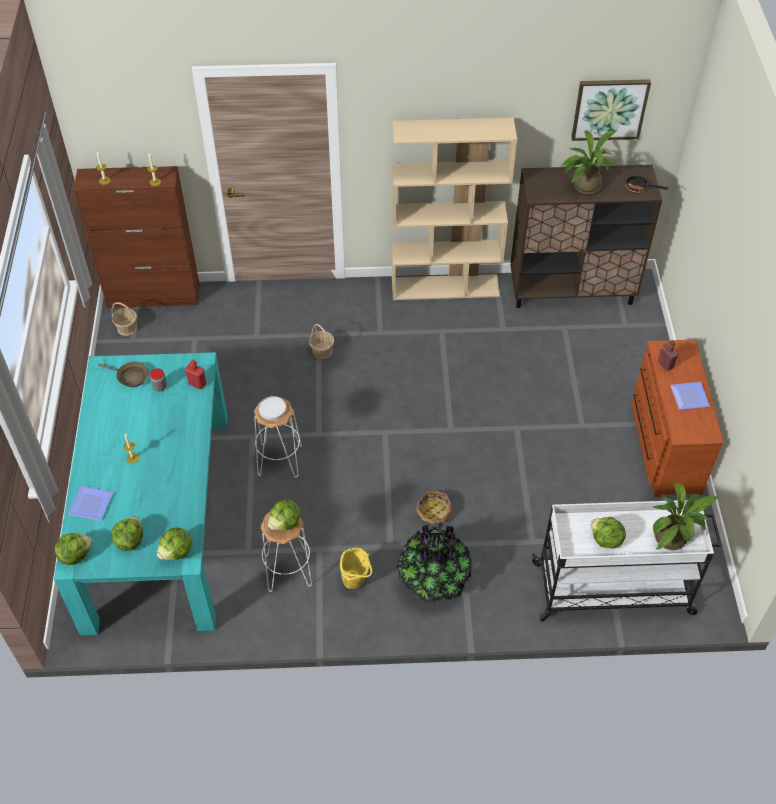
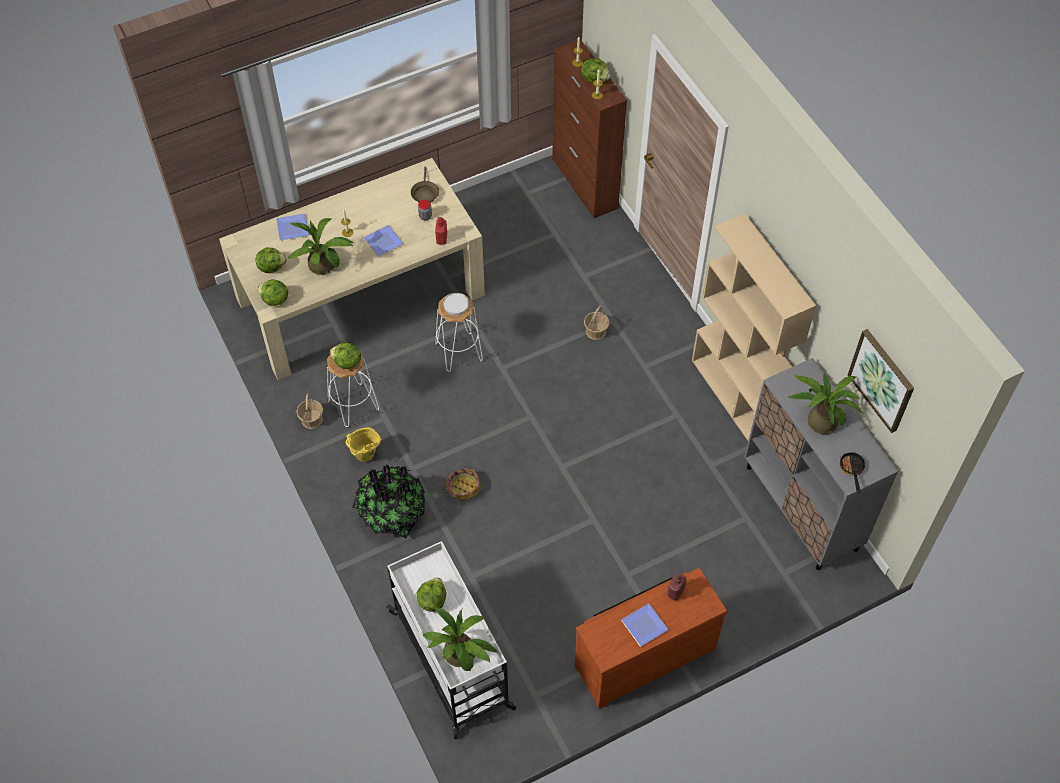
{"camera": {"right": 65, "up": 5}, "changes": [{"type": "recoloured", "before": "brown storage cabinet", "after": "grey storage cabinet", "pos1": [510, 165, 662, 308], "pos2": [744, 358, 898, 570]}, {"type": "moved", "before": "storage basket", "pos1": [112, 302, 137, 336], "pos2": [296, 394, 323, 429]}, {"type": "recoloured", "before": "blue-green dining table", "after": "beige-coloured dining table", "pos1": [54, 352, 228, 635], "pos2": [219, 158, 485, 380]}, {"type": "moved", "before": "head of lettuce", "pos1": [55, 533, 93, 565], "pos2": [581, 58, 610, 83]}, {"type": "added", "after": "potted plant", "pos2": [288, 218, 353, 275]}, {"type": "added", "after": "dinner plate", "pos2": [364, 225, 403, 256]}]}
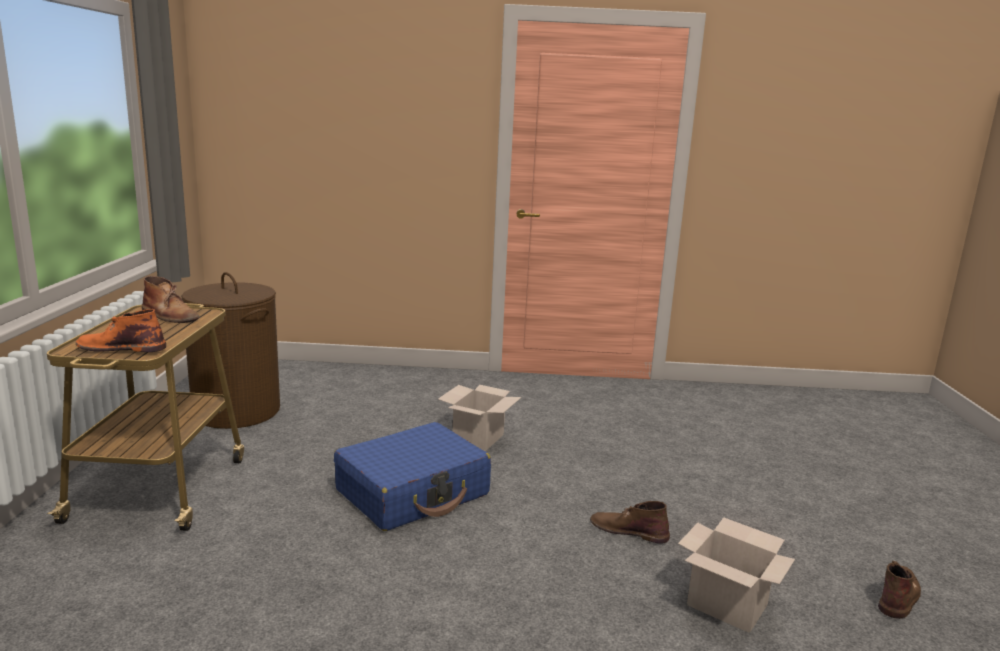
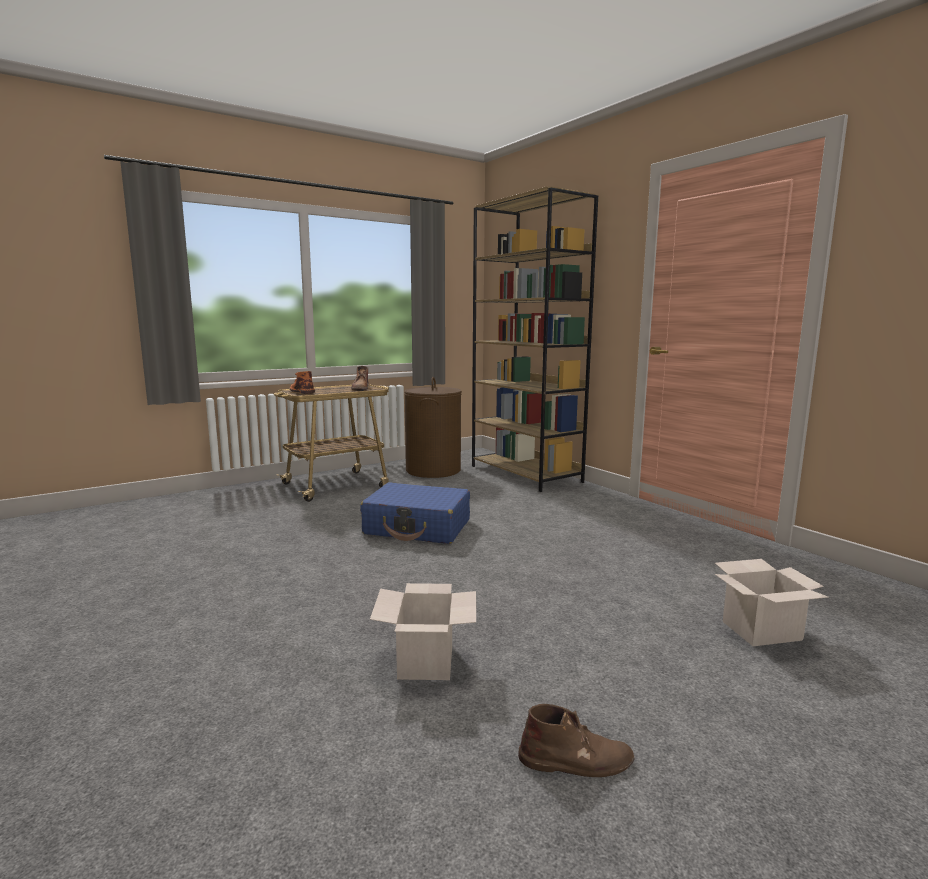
{"camera": {"right": 55, "up": -5}, "changes": [{"type": "moved", "before": "packing box", "pos1": [438, 385, 521, 451], "pos2": [715, 559, 828, 646]}, {"type": "removed", "before": "brown tall boot", "pos1": [590, 501, 670, 544]}, {"type": "added", "after": "brown bookcase", "pos2": [472, 186, 598, 492]}]}
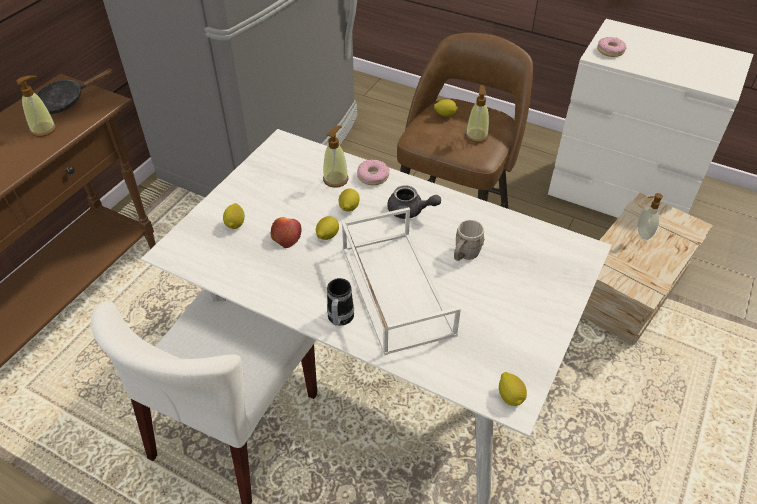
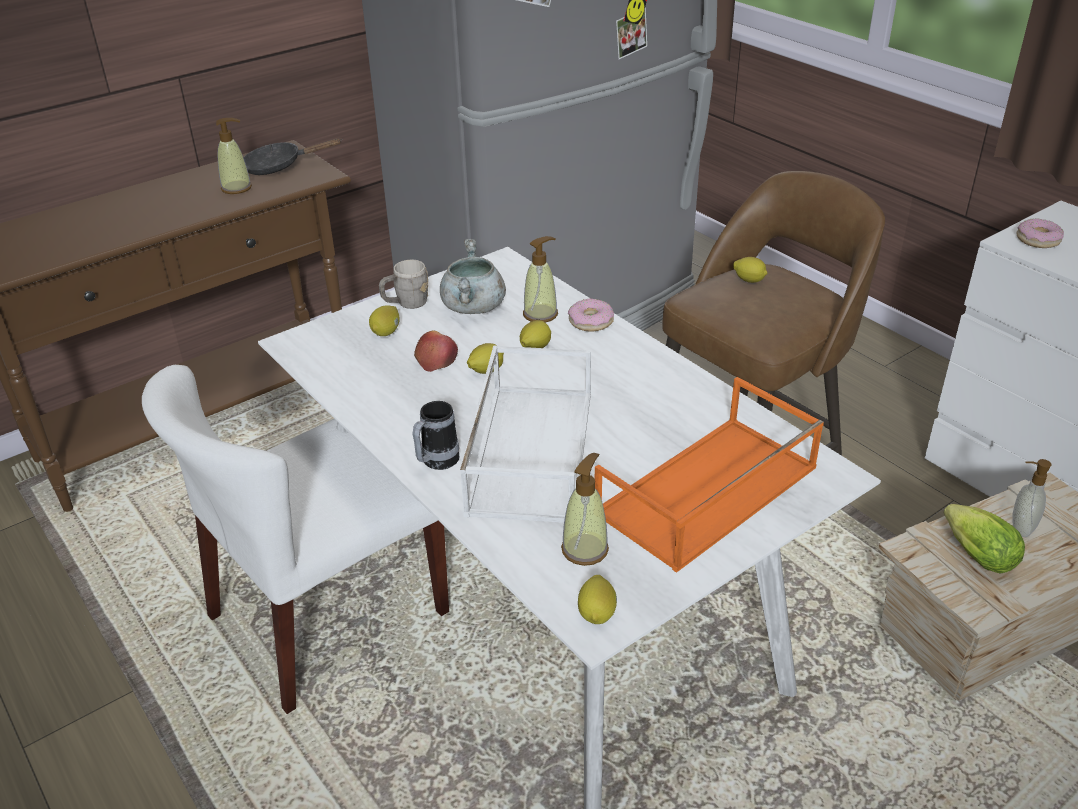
{"camera": {"right": 25, "up": -10}, "changes": [{"type": "moved", "before": "soap dispenser", "pos1": [465, 85, 489, 143], "pos2": [561, 453, 609, 566]}, {"type": "removed", "before": "grey teapot", "pos1": [387, 185, 441, 219]}, {"type": "moved", "before": "grey mug", "pos1": [454, 220, 485, 261], "pos2": [379, 260, 428, 309]}, {"type": "added", "after": "grey saucepot", "pos2": [440, 239, 506, 314]}, {"type": "added", "after": "orange-coloured serving tray", "pos2": [595, 377, 824, 573]}, {"type": "added", "after": "head of lettuce", "pos2": [944, 504, 1025, 574]}]}
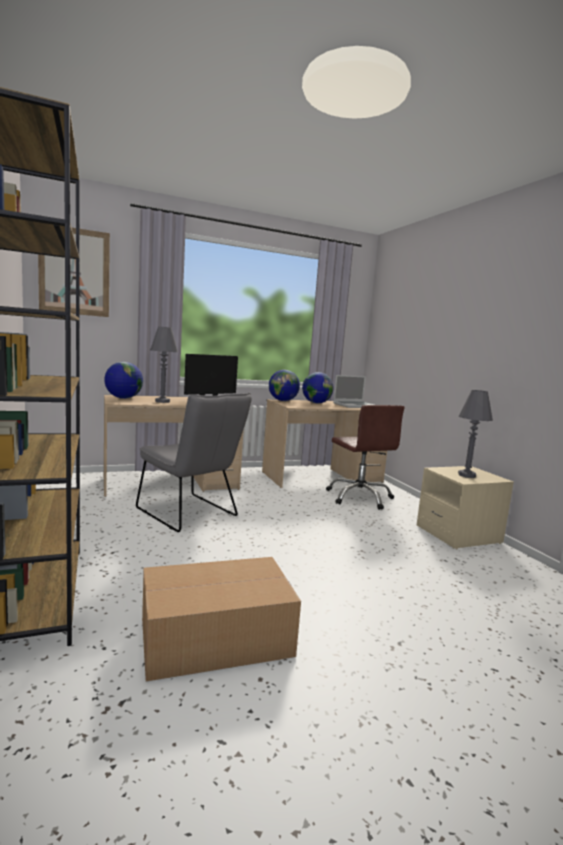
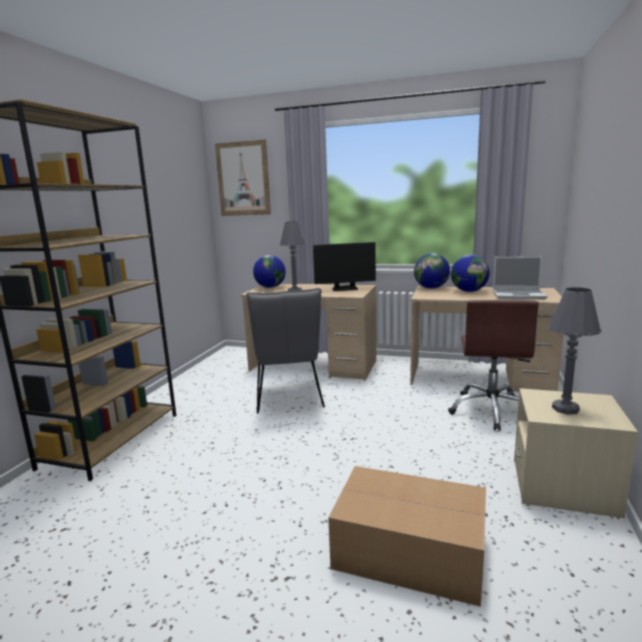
{"camera": {"right": 40, "up": 5}, "changes": [{"type": "moved", "before": "packing box", "pos1": [142, 557, 301, 682], "pos2": [328, 466, 486, 607]}]}
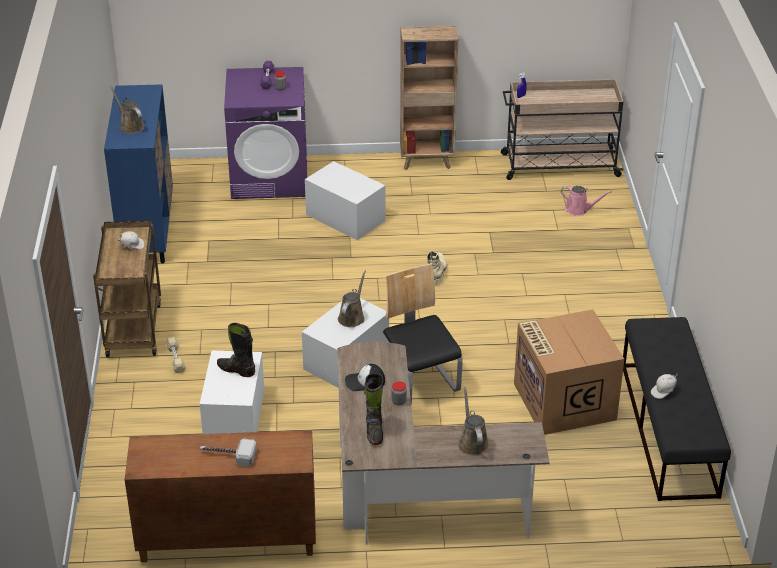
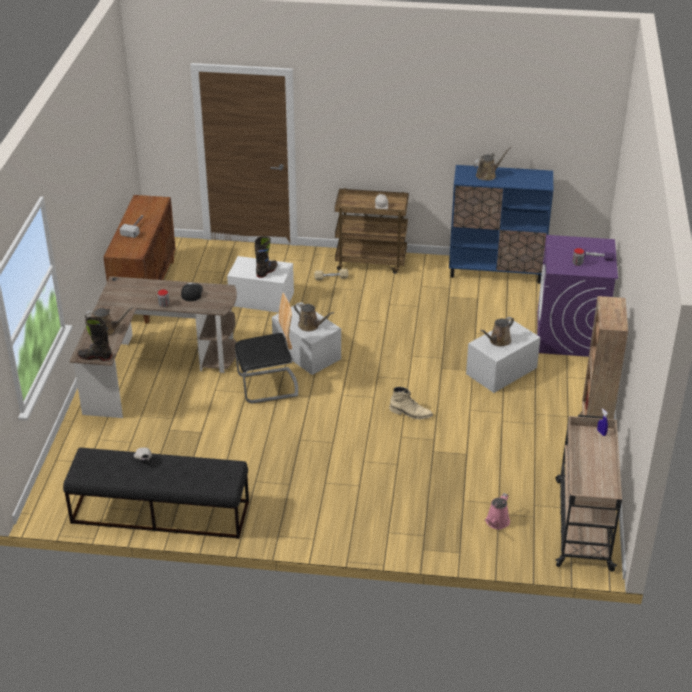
{"camera": {"right": 100, "up": 0}, "changes": [{"type": "removed", "before": "packing box", "pos1": [514, 309, 624, 435]}, {"type": "moved", "before": "blackish tall boot", "pos1": [364, 374, 383, 445], "pos2": [77, 317, 112, 361]}, {"type": "added", "after": "brown watering can", "pos2": [480, 317, 514, 347]}]}
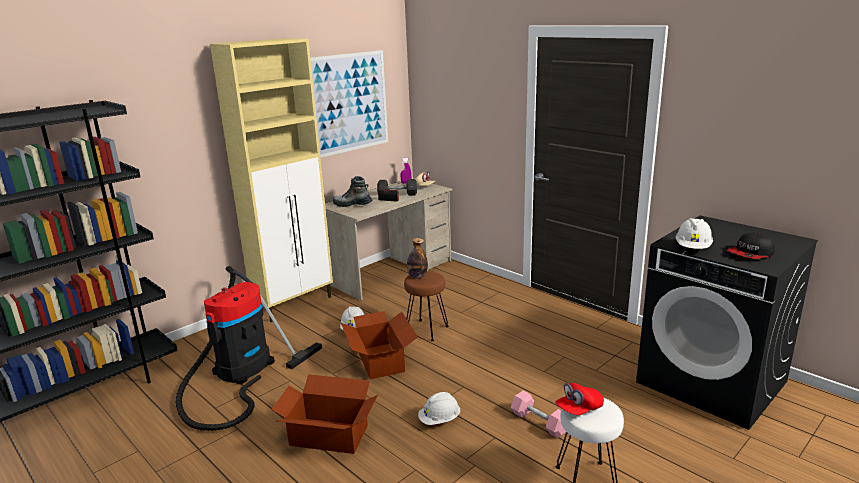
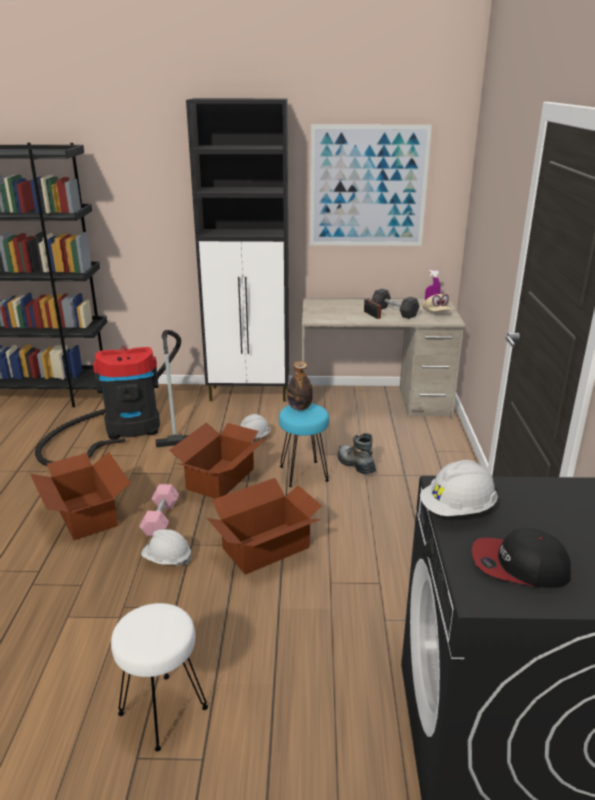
{"camera": {"right": 45, "up": 5}, "changes": [{"type": "recoloured", "before": "beige-coloured storage cabinet", "after": "blackish storage cabinet", "pos1": [210, 38, 333, 322], "pos2": [186, 98, 289, 402]}, {"type": "moved", "before": "tall boot", "pos1": [332, 176, 372, 207], "pos2": [338, 433, 376, 474]}, {"type": "recoloured", "before": "brown sitting stool", "after": "blue-green sitting stool", "pos1": [404, 271, 448, 341], "pos2": [279, 403, 329, 487]}, {"type": "removed", "before": "red-coloured cap", "pos1": [556, 383, 604, 415]}, {"type": "moved", "before": "pink-coloured dumbbell", "pos1": [511, 391, 566, 438], "pos2": [139, 484, 179, 537]}, {"type": "added", "after": "packing box", "pos2": [207, 478, 322, 575]}]}
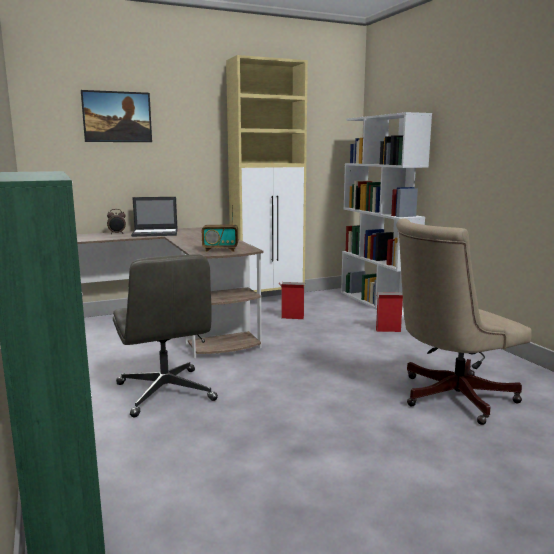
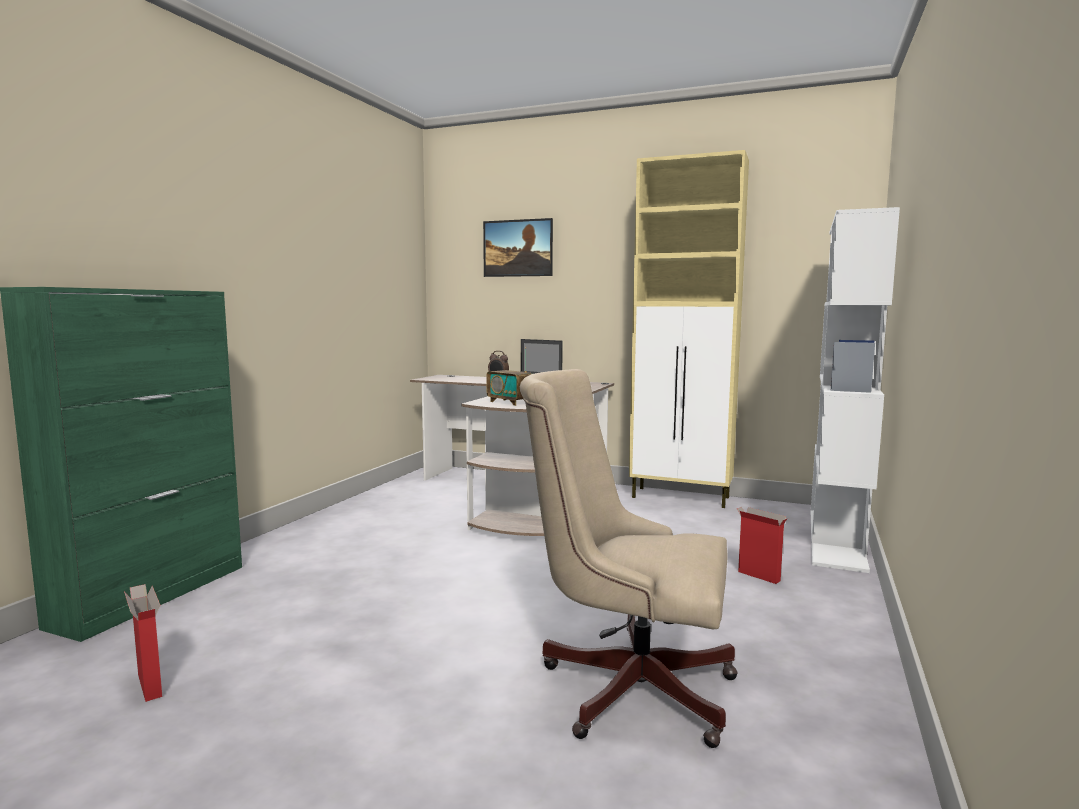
{"camera": {"right": 45, "up": -5}, "changes": [{"type": "removed", "before": "grey computer chair", "pos1": [113, 254, 218, 417]}, {"type": "moved", "before": "packing box", "pos1": [279, 282, 306, 319], "pos2": [124, 584, 162, 702]}]}
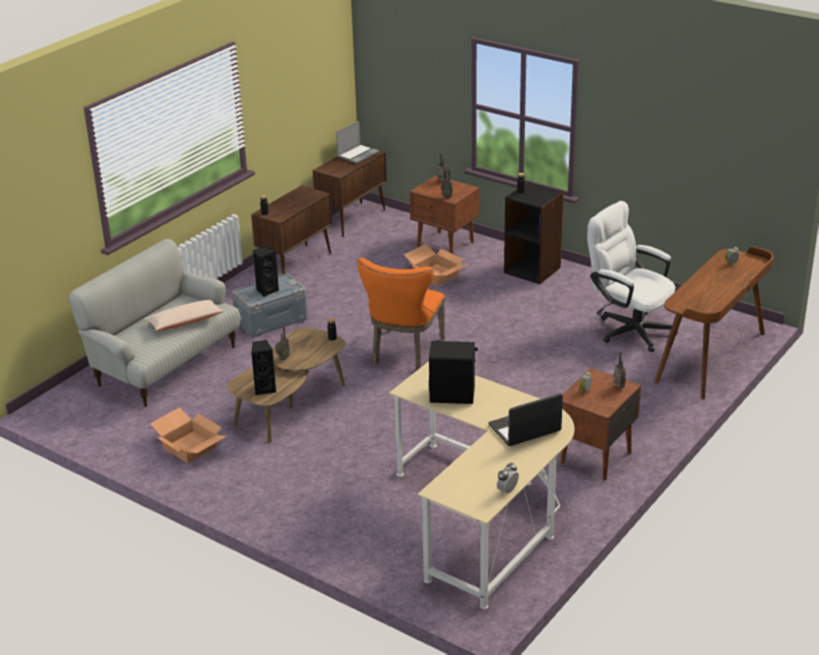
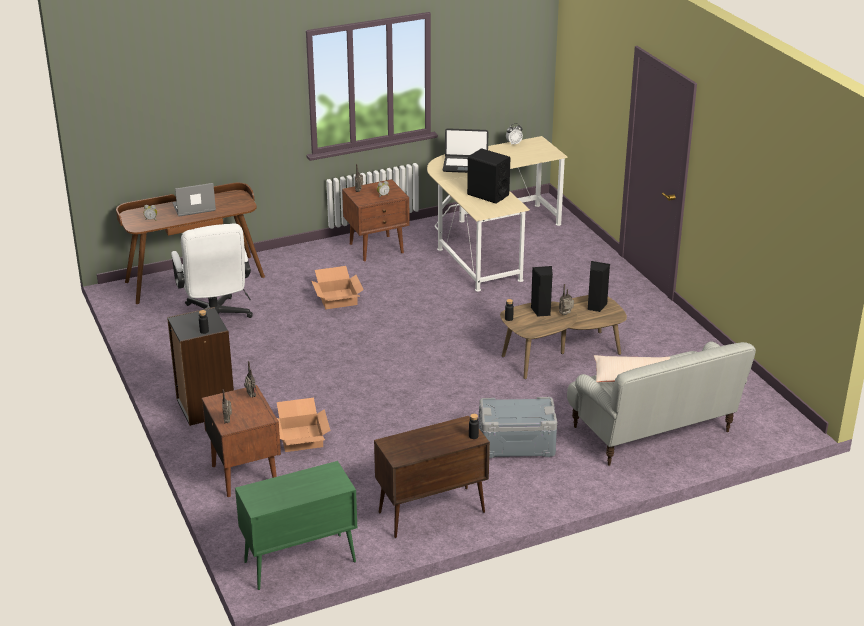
{"camera": {"right": -150, "up": 0}, "changes": [{"type": "moved", "before": "portable computer", "pos1": [336, 121, 379, 164], "pos2": [172, 183, 216, 216]}, {"type": "recoloured", "before": "brown storage cabinet", "after": "green storage cabinet", "pos1": [313, 150, 387, 237], "pos2": [235, 461, 357, 590]}, {"type": "moved", "before": "blackish speaker", "pos1": [253, 247, 279, 297], "pos2": [531, 266, 553, 317]}, {"type": "removed", "before": "orange-coloured chair", "pos1": [357, 258, 445, 370]}, {"type": "moved", "before": "packing box", "pos1": [150, 407, 227, 463], "pos2": [312, 266, 364, 309]}]}
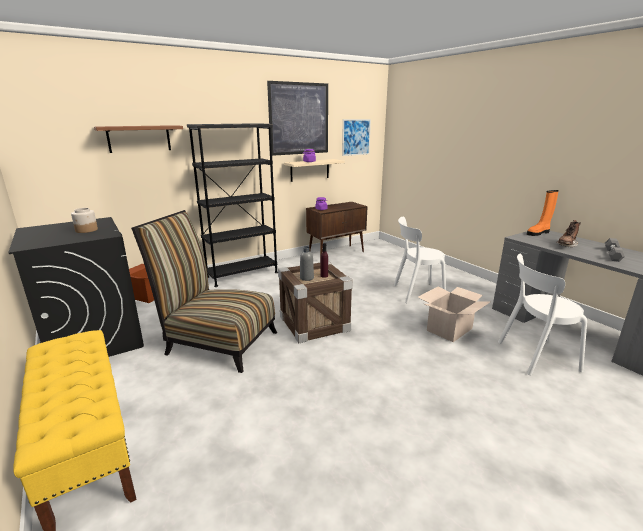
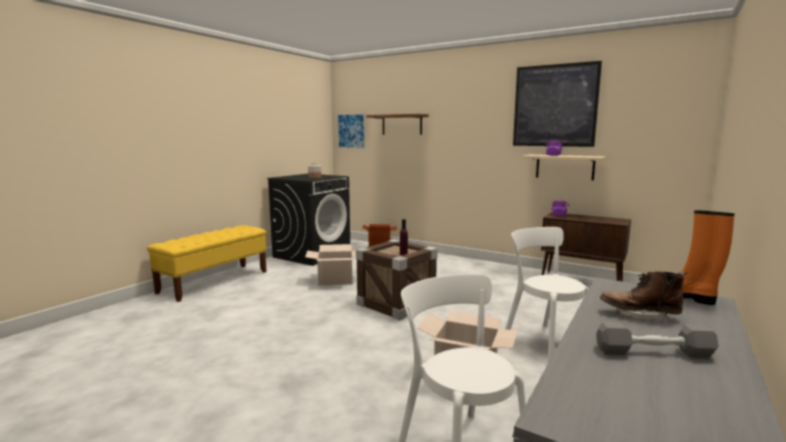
{"camera": {"right": 65, "up": -10}, "changes": [{"type": "moved", "before": "picture", "pos1": [342, 119, 371, 156], "pos2": [337, 113, 366, 149]}, {"type": "removed", "before": "blackish bookcase", "pos1": [187, 123, 278, 287]}, {"type": "replaced", "before": "chair", "after": "packing box", "pos1": [131, 210, 277, 373], "pos2": [305, 244, 363, 286]}, {"type": "removed", "before": "grey beverage bottle", "pos1": [300, 247, 314, 281]}]}
